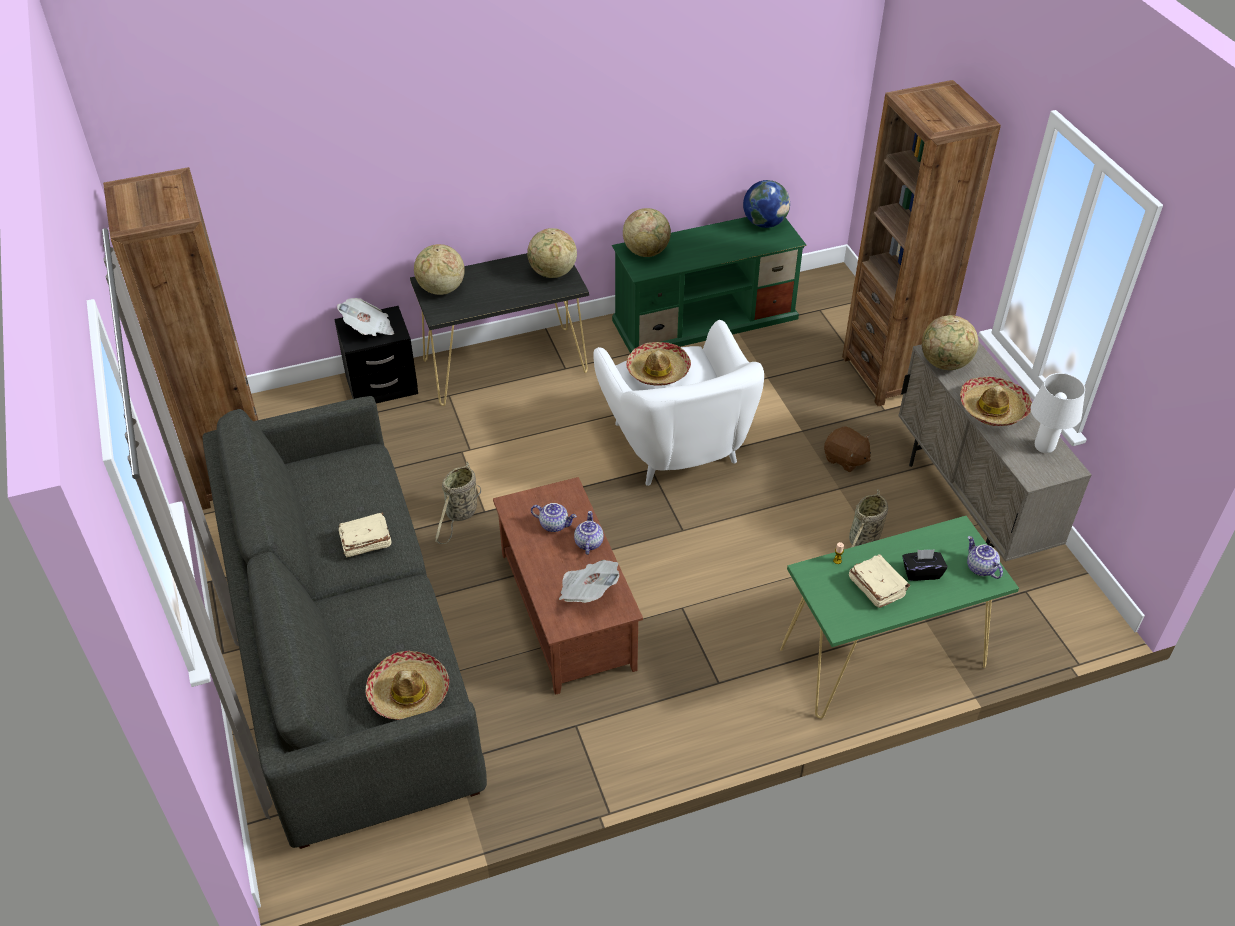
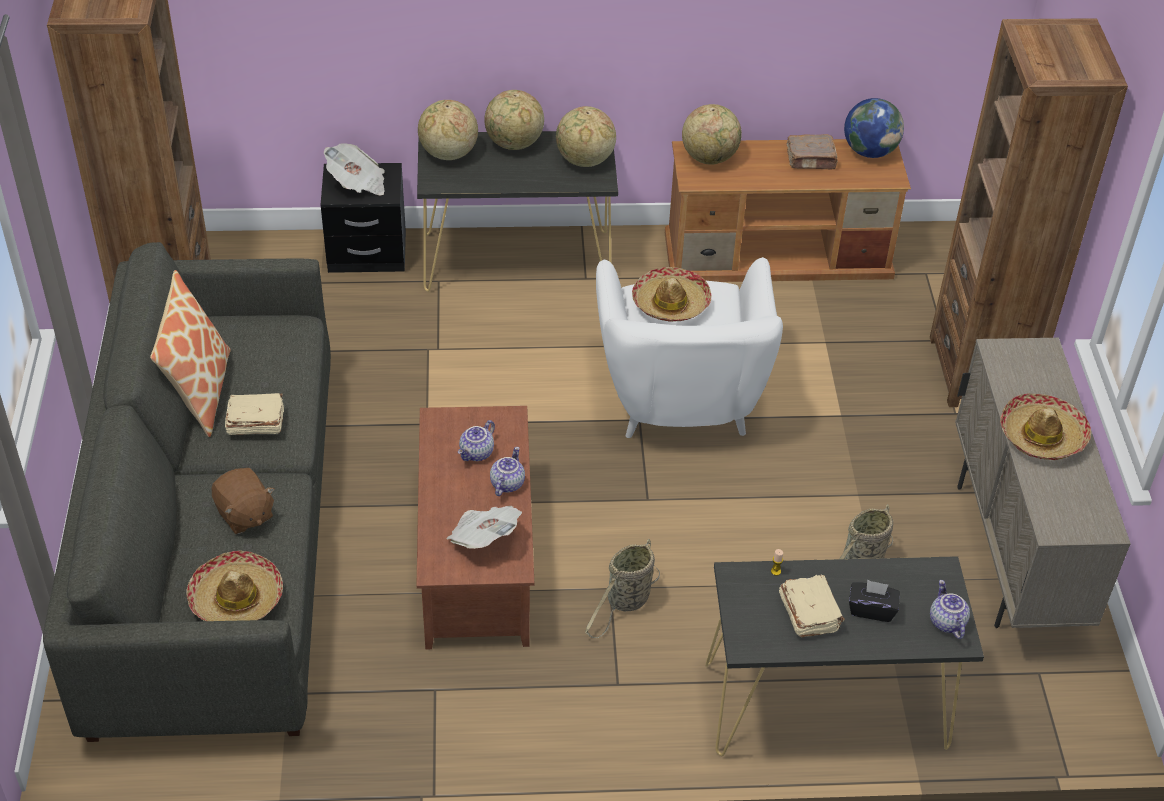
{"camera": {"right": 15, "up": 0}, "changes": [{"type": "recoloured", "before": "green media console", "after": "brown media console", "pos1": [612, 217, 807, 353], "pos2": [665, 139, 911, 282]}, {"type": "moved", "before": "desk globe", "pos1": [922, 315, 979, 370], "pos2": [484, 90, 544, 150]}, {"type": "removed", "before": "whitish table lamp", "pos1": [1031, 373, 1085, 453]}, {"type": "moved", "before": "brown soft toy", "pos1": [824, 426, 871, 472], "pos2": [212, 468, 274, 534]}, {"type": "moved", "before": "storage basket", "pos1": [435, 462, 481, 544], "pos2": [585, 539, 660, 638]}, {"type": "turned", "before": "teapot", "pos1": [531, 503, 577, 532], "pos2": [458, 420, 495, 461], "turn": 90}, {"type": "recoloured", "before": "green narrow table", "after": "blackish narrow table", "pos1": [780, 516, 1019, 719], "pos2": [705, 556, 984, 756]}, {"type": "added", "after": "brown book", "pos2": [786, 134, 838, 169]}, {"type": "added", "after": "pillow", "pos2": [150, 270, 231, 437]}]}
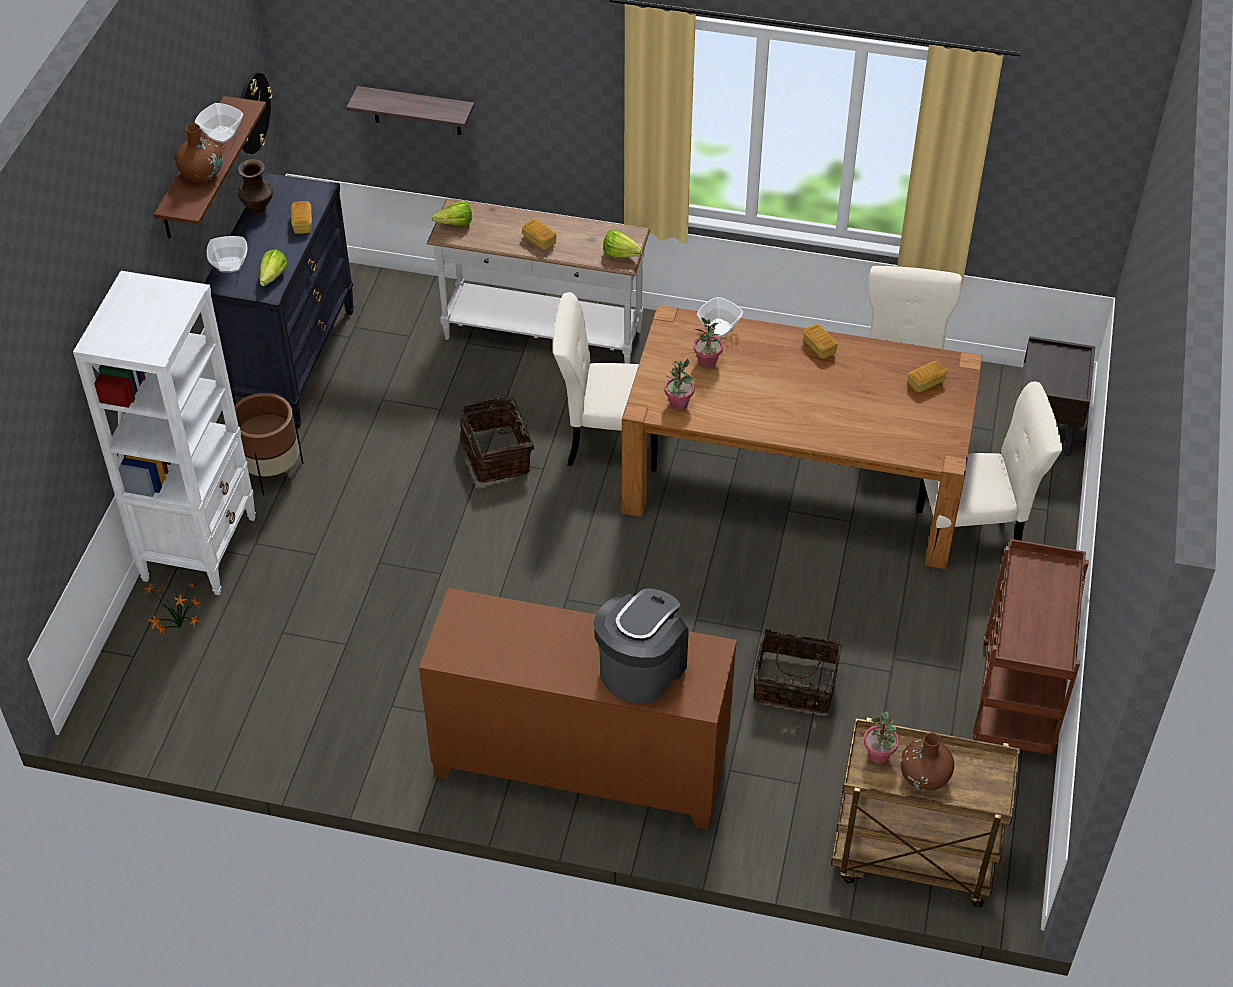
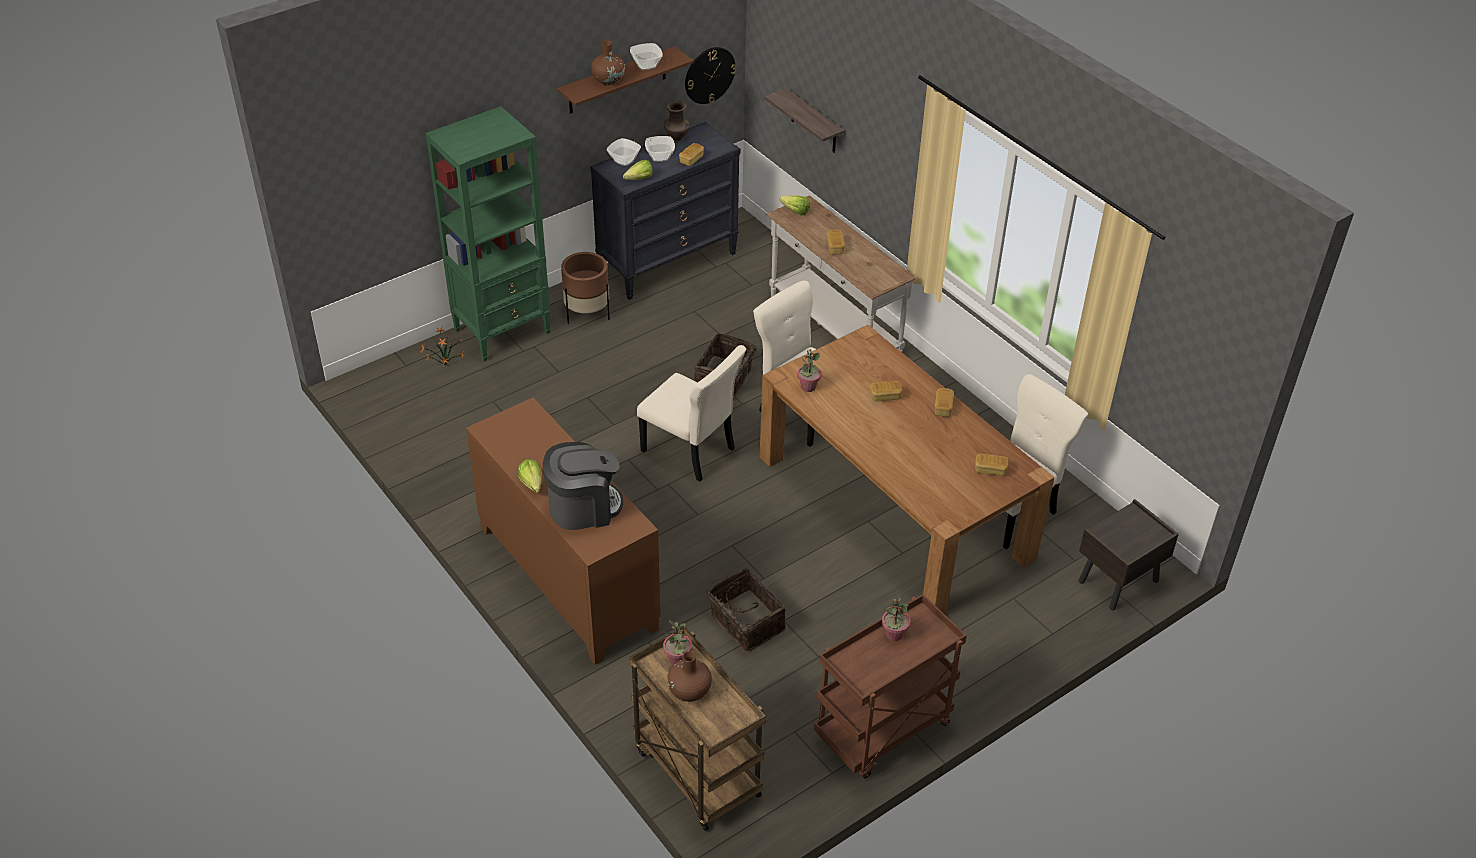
{"camera": {"right": 40, "up": -5}, "changes": [{"type": "moved", "before": "head of lettuce", "pos1": [603, 230, 643, 257], "pos2": [518, 459, 542, 493]}, {"type": "recoloured", "before": "whitish bookcase", "after": "green bookcase", "pos1": [73, 271, 256, 595], "pos2": [426, 106, 551, 362]}, {"type": "moved", "before": "bowl", "pos1": [697, 297, 743, 337], "pos2": [645, 136, 675, 162]}, {"type": "moved", "before": "potted plant", "pos1": [694, 317, 723, 368], "pos2": [882, 593, 910, 641]}, {"type": "moved", "before": "beige-coloured chair", "pos1": [916, 381, 1062, 549], "pos2": [637, 345, 746, 482]}, {"type": "added", "after": "bakery bread", "pos2": [870, 381, 902, 402]}]}
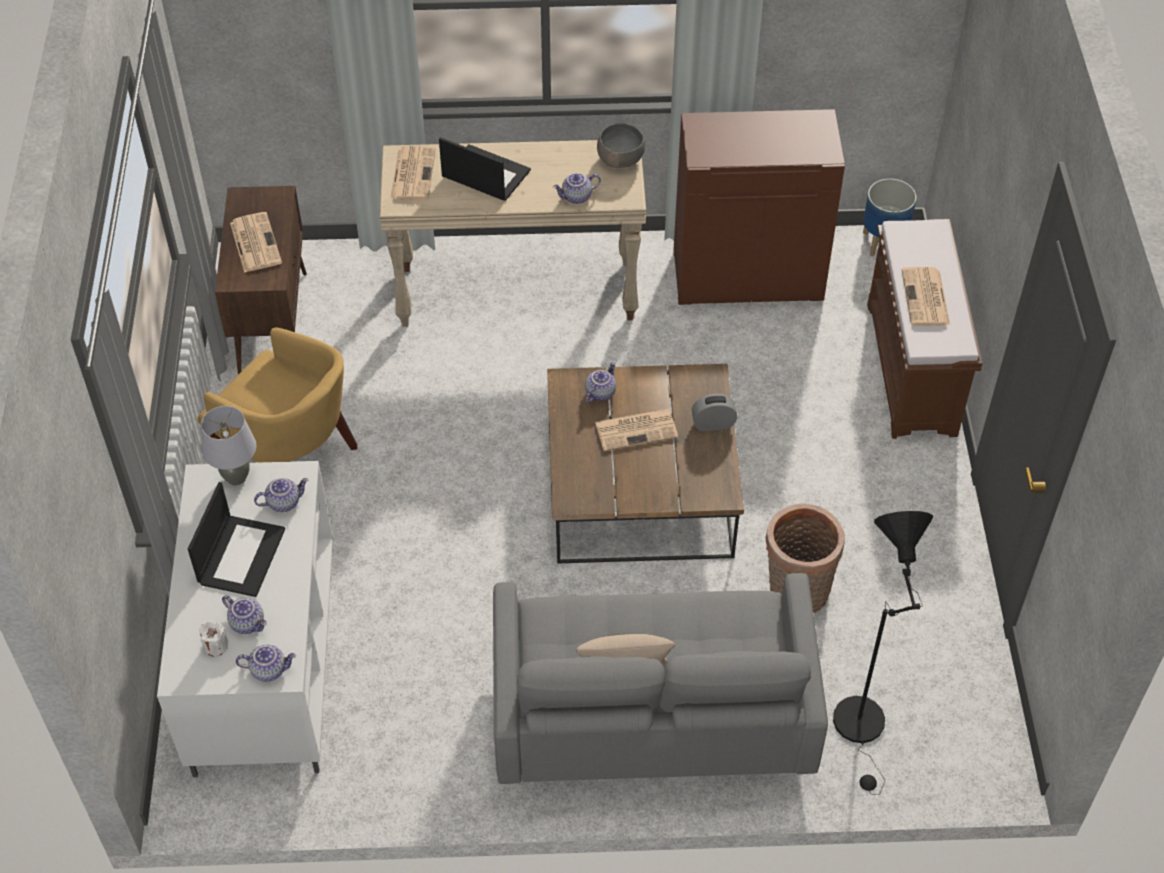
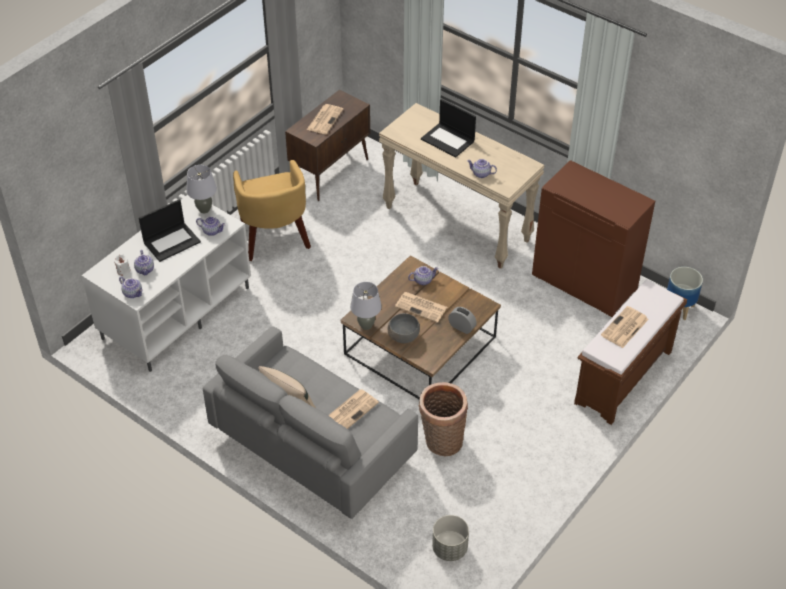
{"camera": {"right": 40, "up": -5}, "changes": [{"type": "moved", "before": "grey bowl", "pos1": [597, 123, 645, 168], "pos2": [388, 313, 420, 343]}, {"type": "turned", "before": "portable computer", "pos1": [439, 137, 531, 201], "pos2": [421, 99, 476, 157], "turn": 150}, {"type": "moved", "before": "printed paper", "pos1": [390, 146, 436, 201], "pos2": [328, 389, 379, 429]}, {"type": "removed", "before": "blackish standard lamp", "pos1": [833, 511, 933, 795]}, {"type": "added", "after": "grey table lamp", "pos2": [350, 282, 382, 330]}, {"type": "added", "after": "grey flower pot", "pos2": [432, 515, 469, 561]}]}
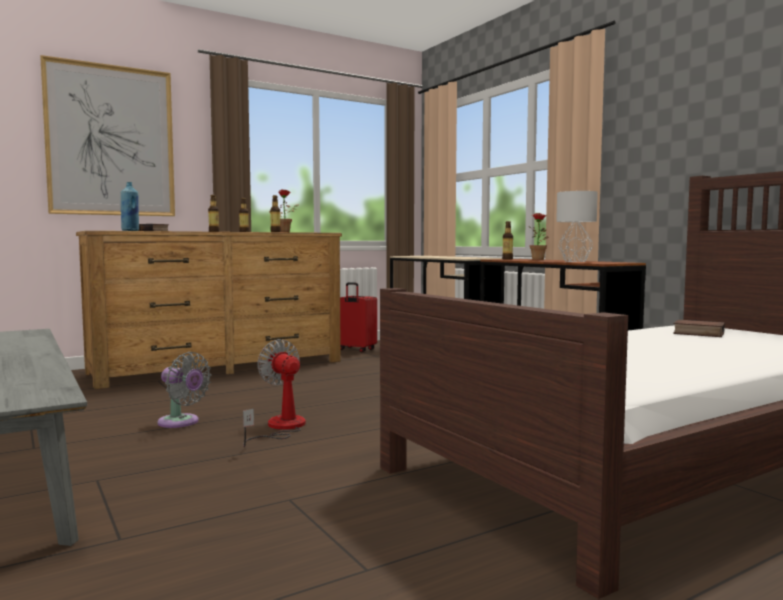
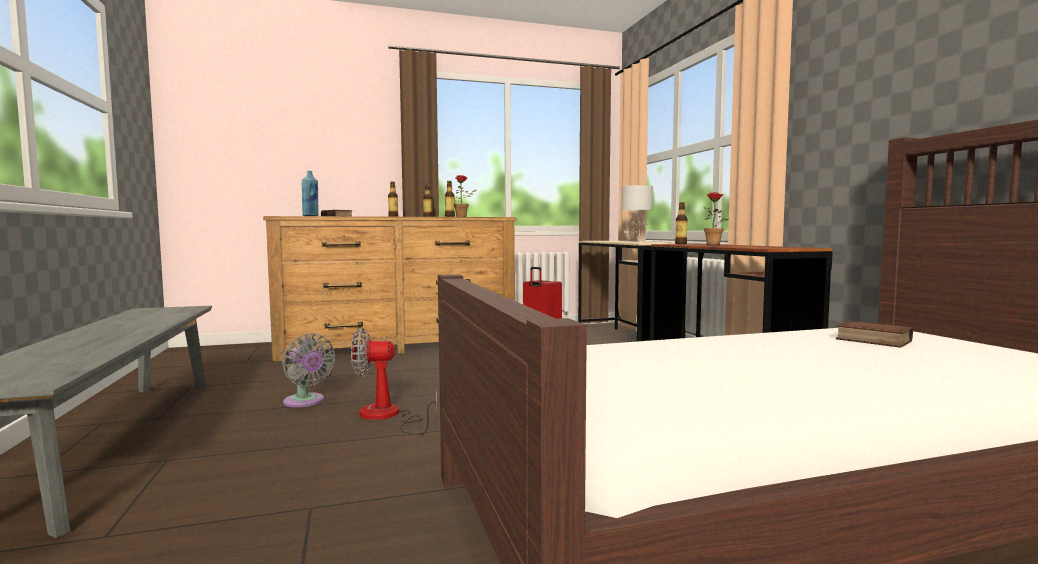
{"camera": {"right": 15, "up": 0}, "changes": [{"type": "removed", "before": "picture", "pos1": [40, 55, 175, 216]}, {"type": "moved", "before": "grey table lamp", "pos1": [556, 191, 598, 262], "pos2": [621, 185, 653, 242]}, {"type": "turned", "before": "cooling fan", "pos1": [243, 339, 306, 447], "pos2": [351, 328, 437, 435], "turn": -75}]}
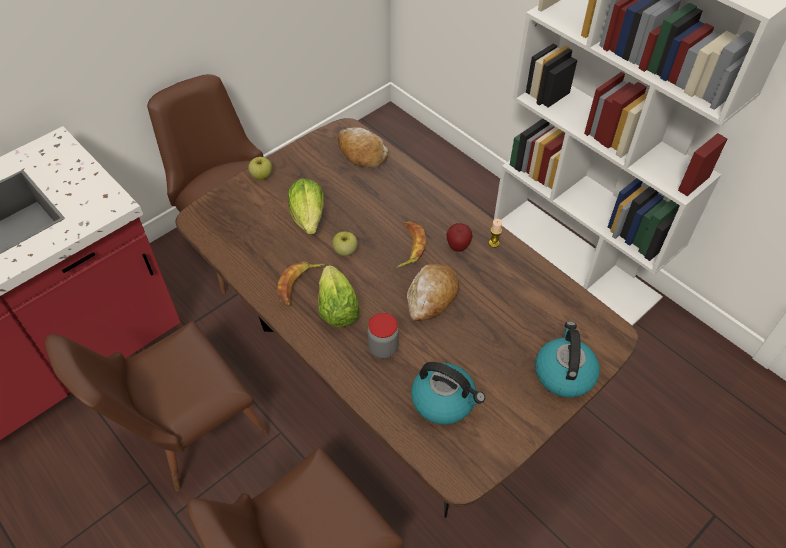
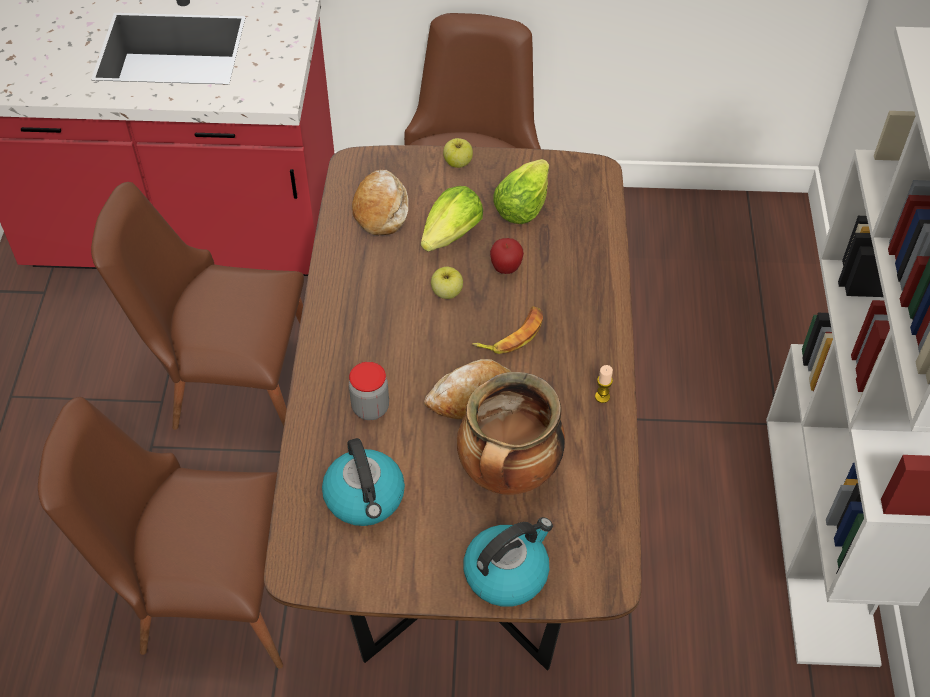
{"camera": {"right": 45, "up": 0}, "changes": [{"type": "moved", "before": "bakery bread", "pos1": [338, 127, 388, 168], "pos2": [352, 170, 408, 235]}, {"type": "moved", "before": "whole apple", "pos1": [447, 223, 473, 252], "pos2": [490, 238, 524, 274]}, {"type": "removed", "before": "banana", "pos1": [277, 261, 325, 306]}, {"type": "moved", "before": "head of lettuce", "pos1": [318, 265, 360, 327], "pos2": [493, 159, 549, 224]}, {"type": "added", "after": "saucepot", "pos2": [457, 372, 565, 495]}]}
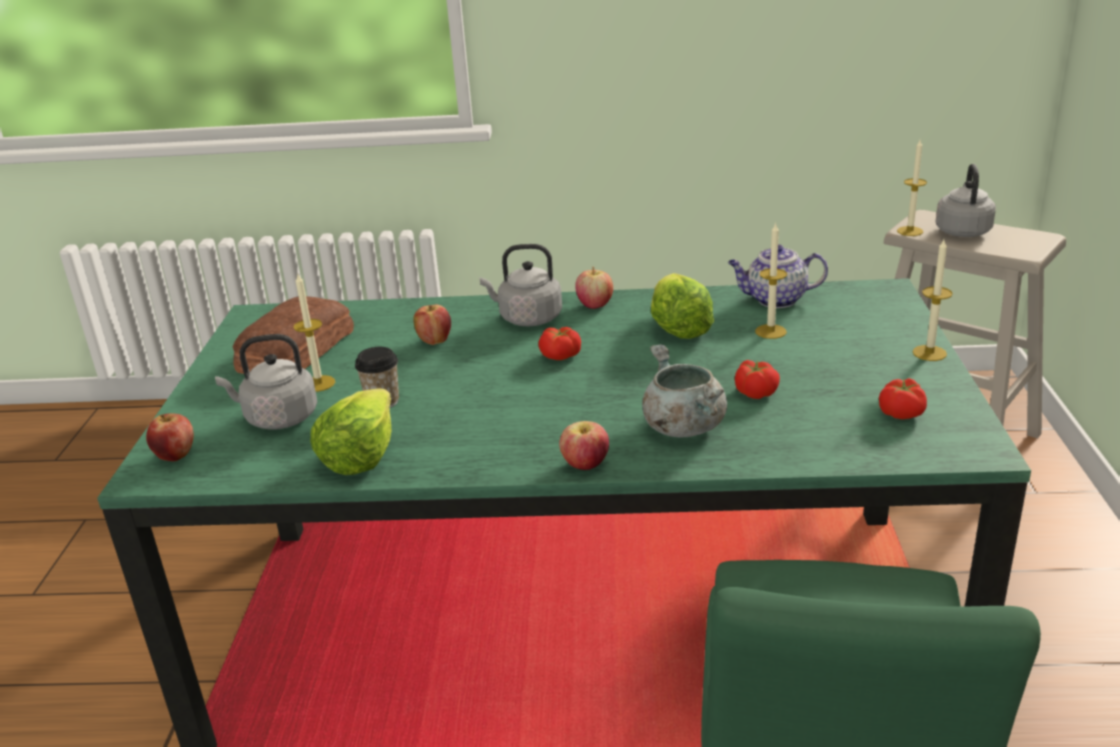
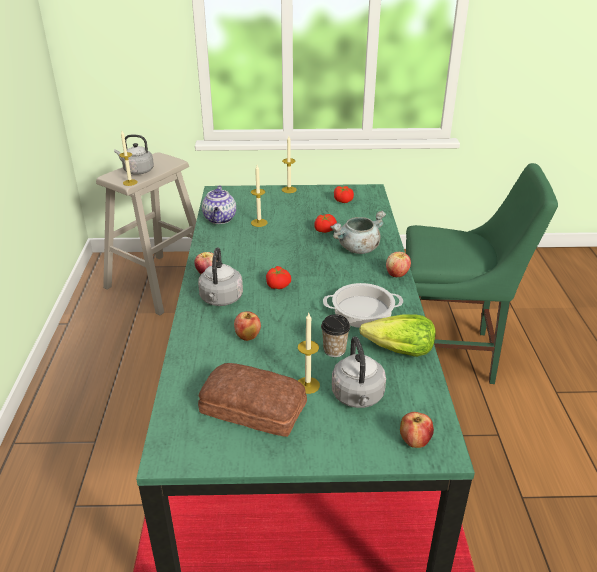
{"camera": {"right": -95, "up": 5}, "changes": [{"type": "removed", "before": "head of lettuce", "pos1": [651, 273, 714, 339]}, {"type": "added", "after": "saucepot", "pos2": [323, 283, 403, 328]}]}
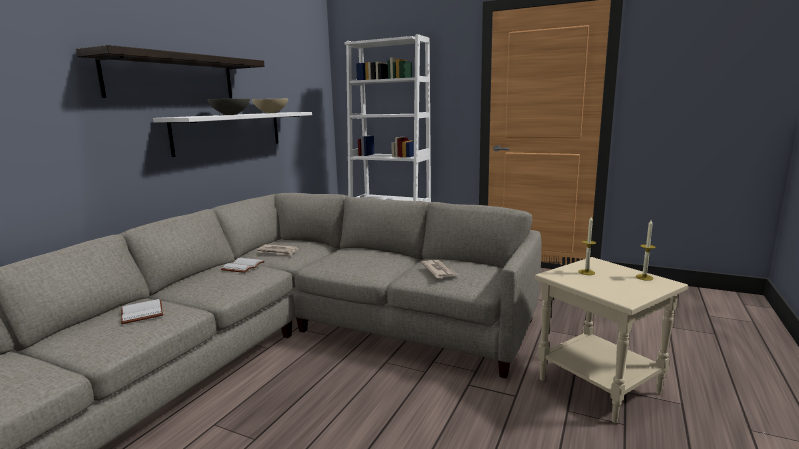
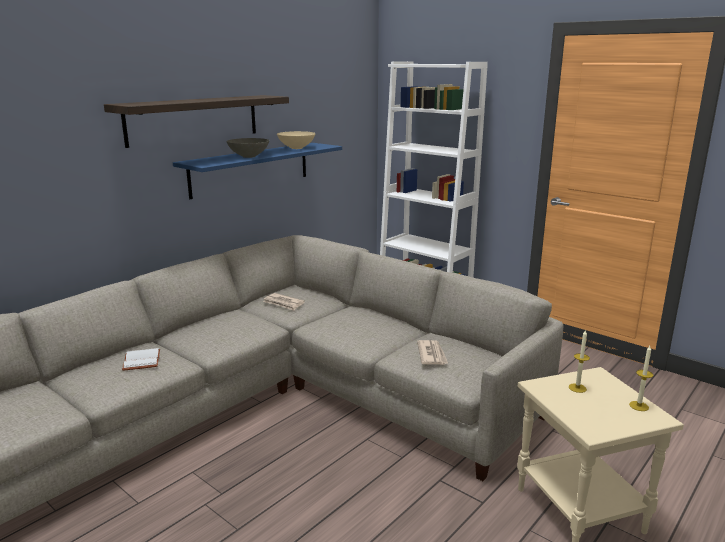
{"camera": {"right": 15, "up": 5}, "changes": [{"type": "recoloured", "before": "whitish wall shelf", "after": "blue-coloured wall shelf", "pos1": [153, 112, 312, 157], "pos2": [173, 143, 342, 199]}, {"type": "removed", "before": "whitish book", "pos1": [221, 258, 265, 273]}]}
